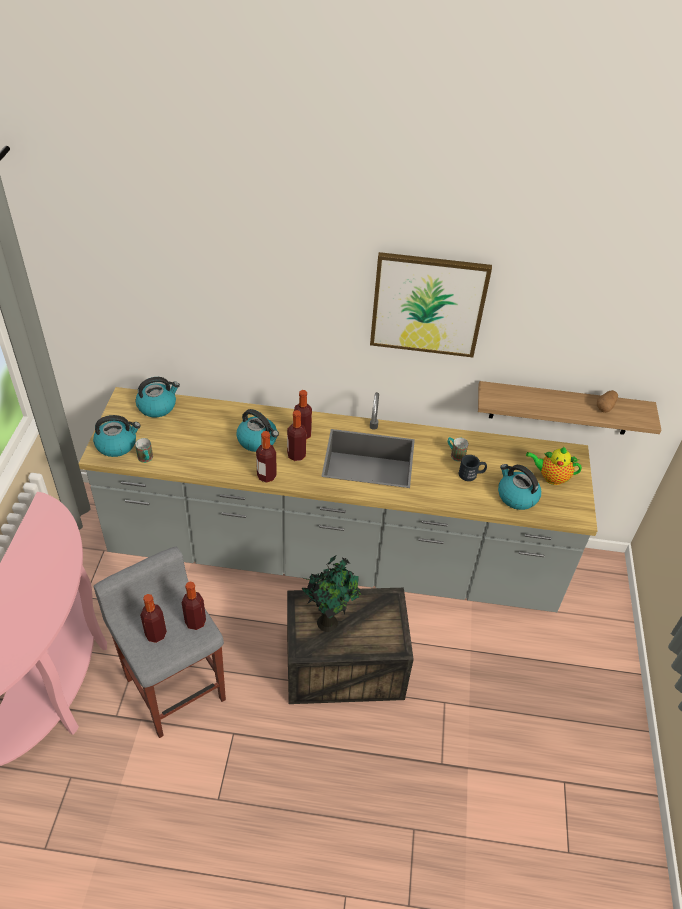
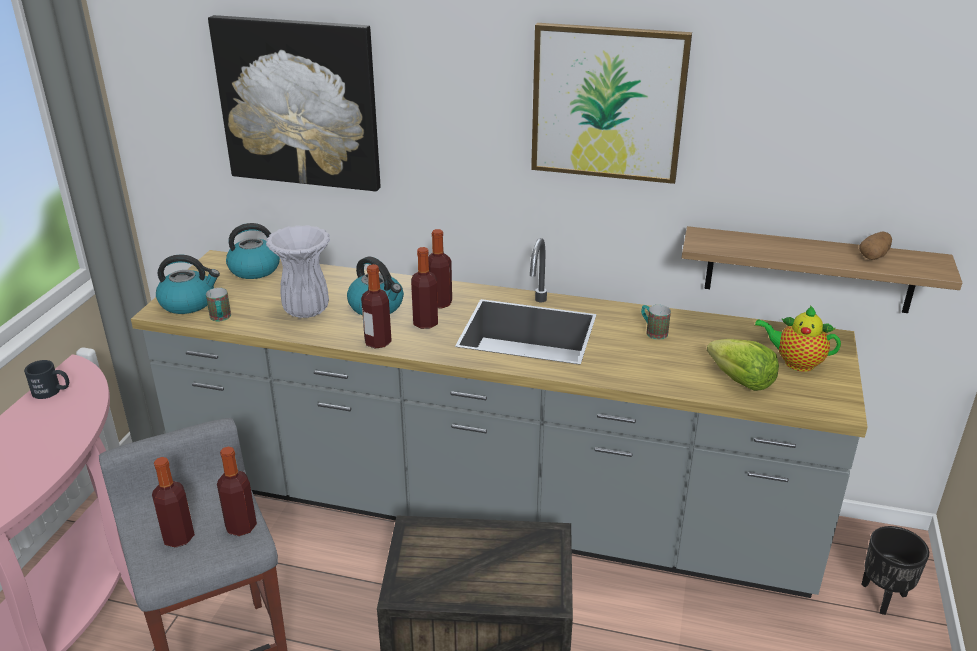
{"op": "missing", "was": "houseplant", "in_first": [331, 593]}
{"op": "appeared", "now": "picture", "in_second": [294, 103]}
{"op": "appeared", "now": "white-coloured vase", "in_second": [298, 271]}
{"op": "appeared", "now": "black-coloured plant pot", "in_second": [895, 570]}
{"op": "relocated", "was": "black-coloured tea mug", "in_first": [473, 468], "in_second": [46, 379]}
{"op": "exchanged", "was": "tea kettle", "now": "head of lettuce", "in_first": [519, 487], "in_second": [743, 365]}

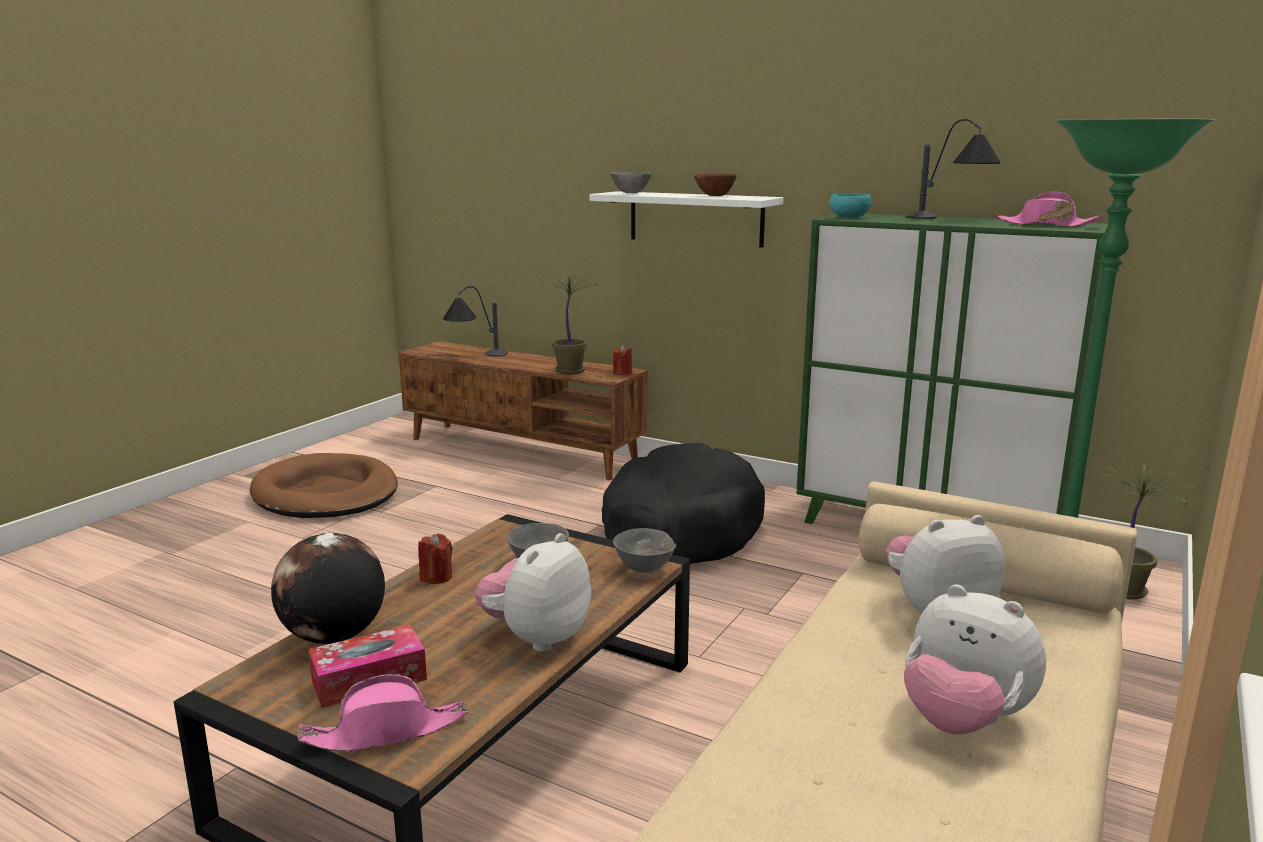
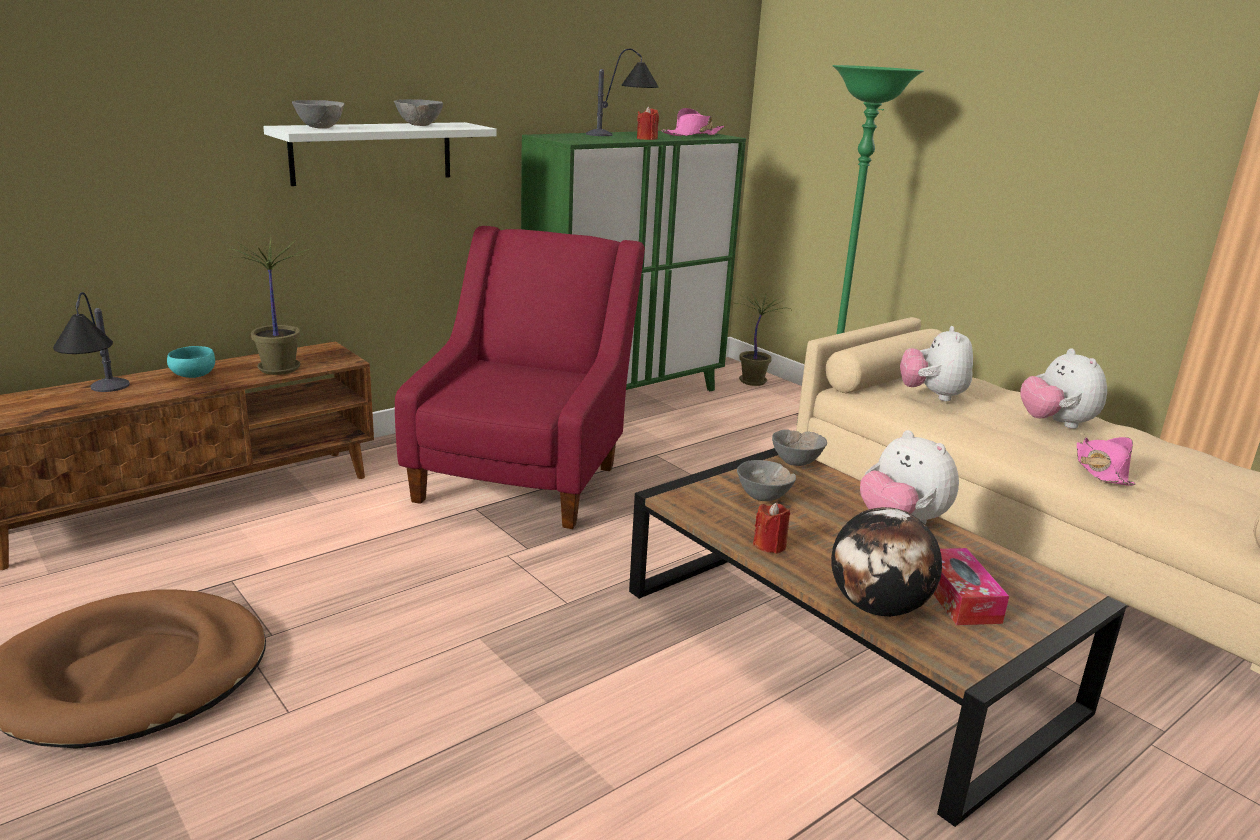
{"op": "relocated", "was": "pink-coloured wearable hat", "in_first": [382, 713], "in_second": [1106, 461]}
{"op": "relocated", "was": "red-coloured candle", "in_first": [622, 360], "in_second": [648, 123]}
{"op": "relocated", "was": "turquoise-coloured serving bowl", "in_first": [850, 205], "in_second": [191, 362]}
{"op": "exchanged", "was": "black-coloured pet bed", "now": "red-coloured easy chair", "in_first": [683, 503], "in_second": [520, 377]}
{"op": "colour", "was": "brownish serving bowl", "now": "greyish serving bowl", "in_first": [715, 185], "in_second": [418, 112]}
{"op": "spun", "was": "plush toy", "in_first": [975, 659], "in_second": [1063, 388], "clockwise": 105}

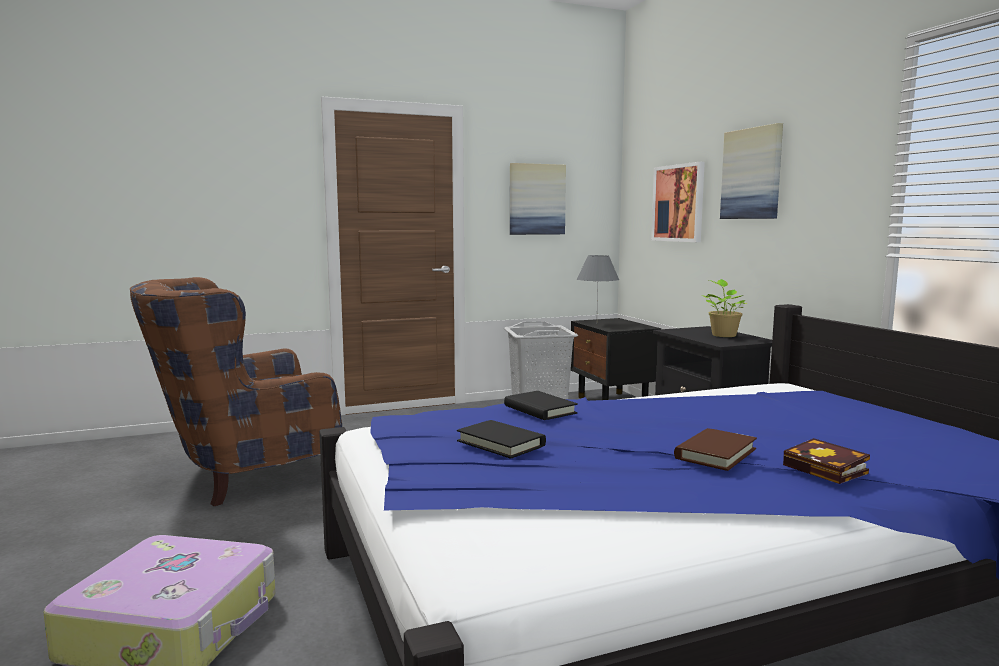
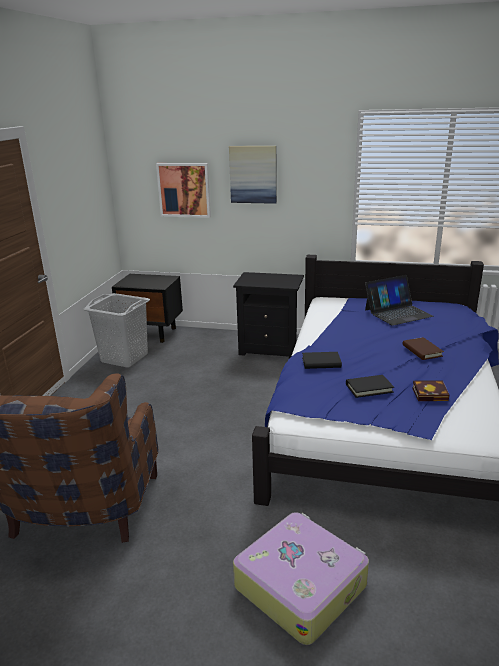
{"op": "missing", "was": "picture", "in_first": [538, 199]}
{"op": "missing", "was": "greyish table lamp", "in_first": [598, 281]}
{"op": "missing", "was": "houseplant", "in_first": [724, 308]}
{"op": "appeared", "now": "laptop", "in_second": [399, 300]}
{"op": "relocated", "was": "book", "in_first": [826, 461], "in_second": [430, 390]}

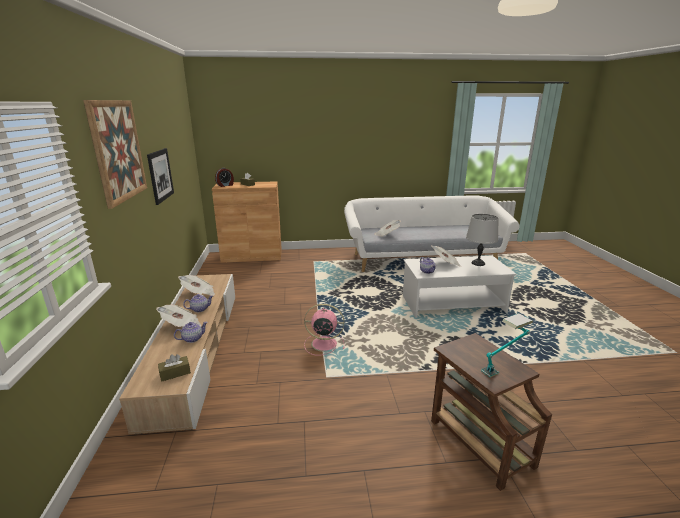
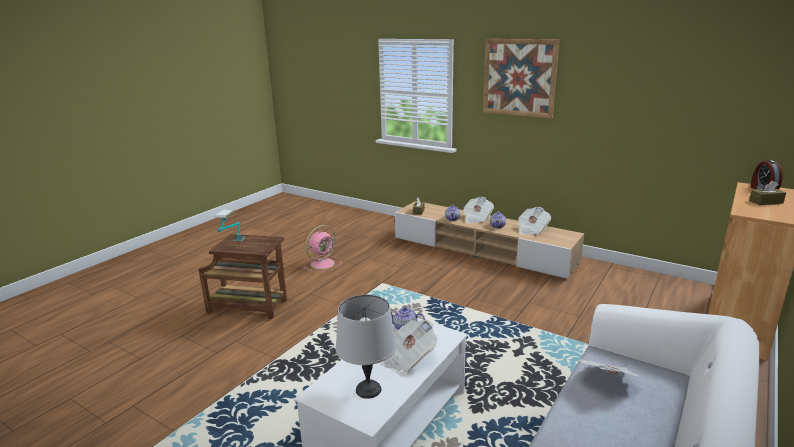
{"op": "missing", "was": "picture", "in_first": [160, 176]}
{"op": "relocated", "was": "pink-coloured cooling fan", "in_first": [324, 329], "in_second": [322, 248]}

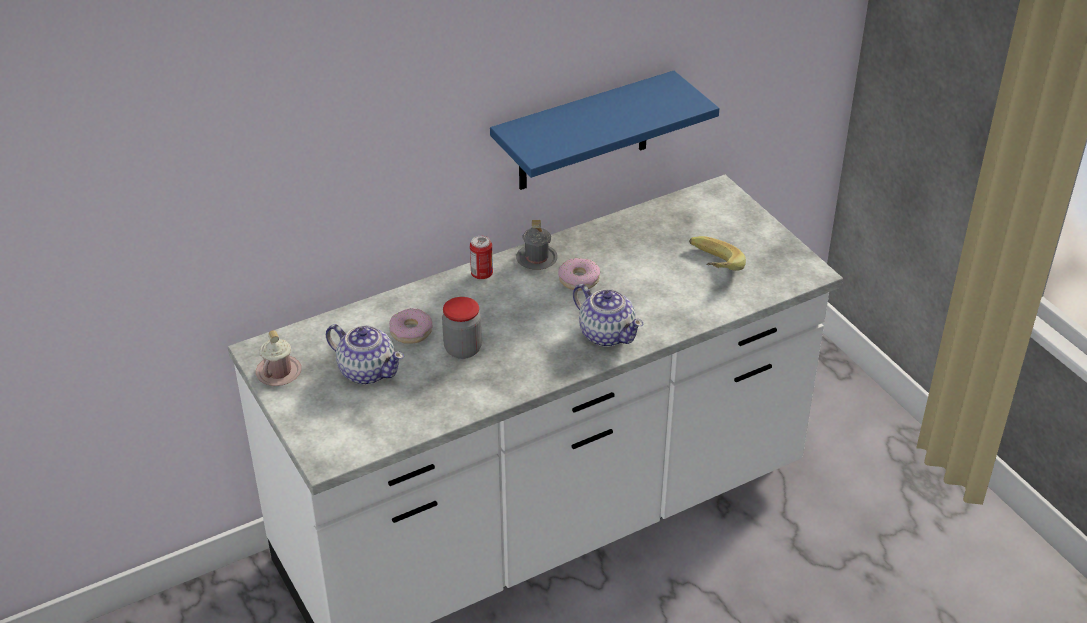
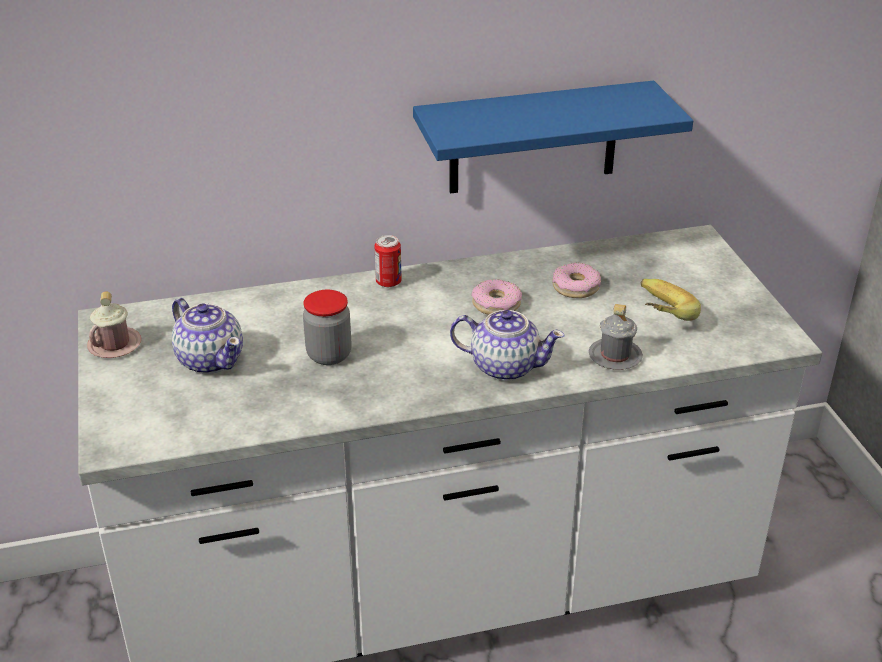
{"op": "relocated", "was": "donut", "in_first": [410, 326], "in_second": [577, 280]}
{"op": "relocated", "was": "greyish tea mug", "in_first": [537, 245], "in_second": [616, 337]}
{"op": "spun", "was": "teapot", "in_first": [608, 315], "in_second": [507, 345], "clockwise": -45}

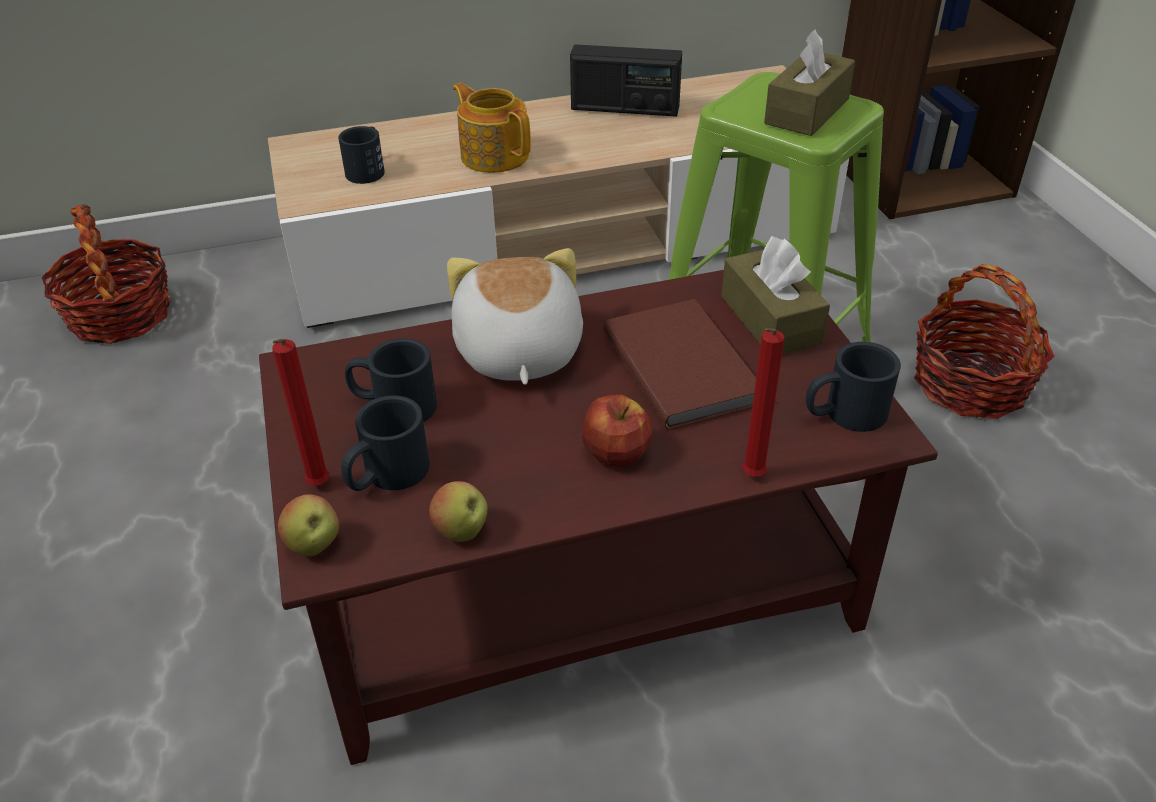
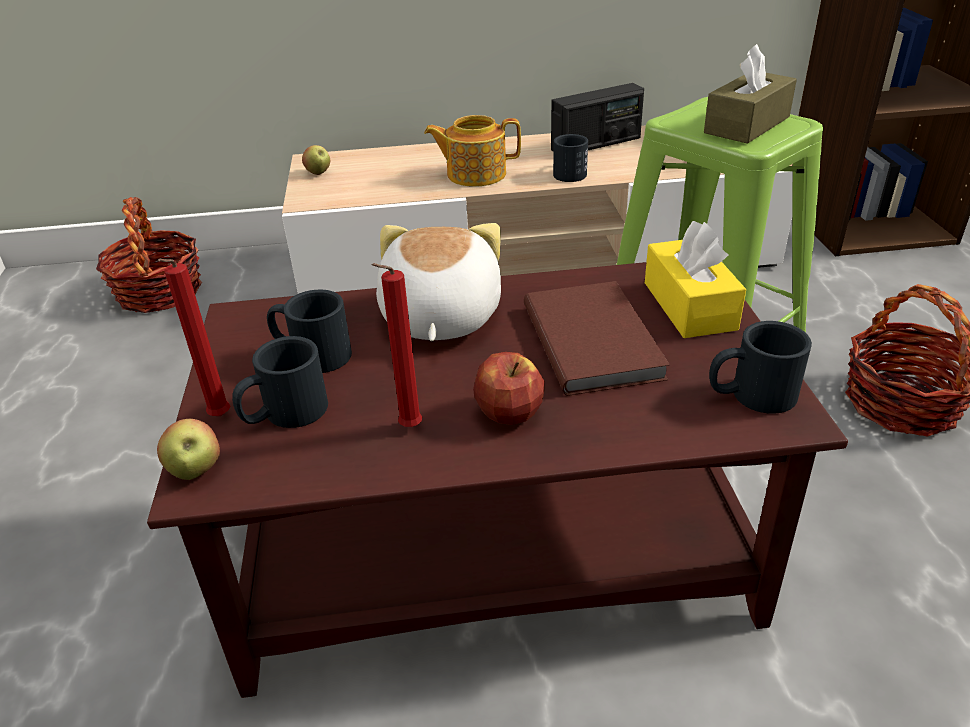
{"op": "relocated", "was": "black-coloured tea mug", "in_first": [361, 155], "in_second": [570, 158]}
{"op": "relocated", "was": "apple fruit", "in_first": [458, 511], "in_second": [316, 160]}
{"op": "relocated", "was": "red-coloured candle", "in_first": [763, 402], "in_second": [397, 345]}
{"op": "colour", "was": "brownish box of tissues", "now": "yellow box of tissues", "in_first": [775, 295], "in_second": [695, 279]}
{"op": "spun", "was": "teapot", "in_first": [492, 128], "in_second": [472, 151], "clockwise": -60}
{"op": "spun", "was": "radio set", "in_first": [626, 80], "in_second": [597, 117], "clockwise": -45}

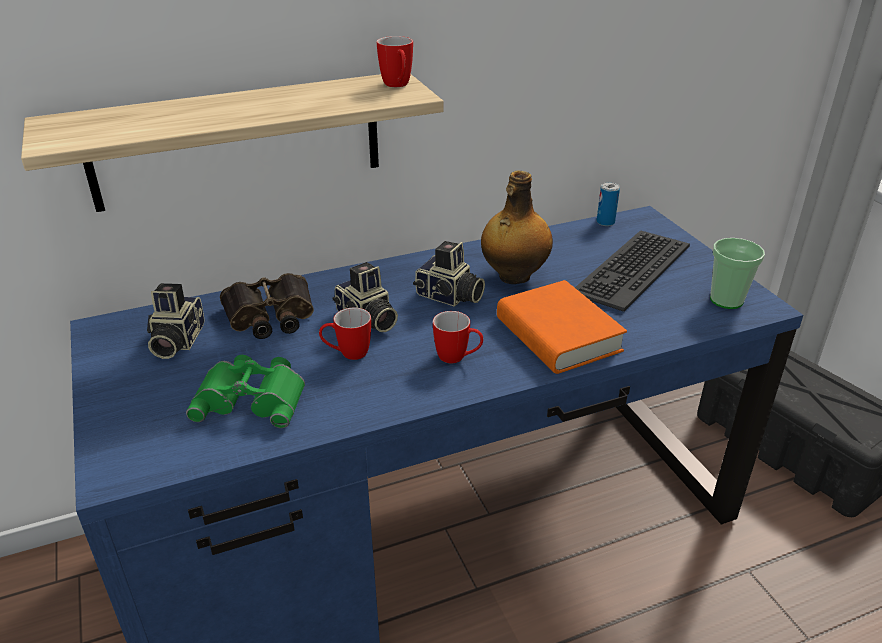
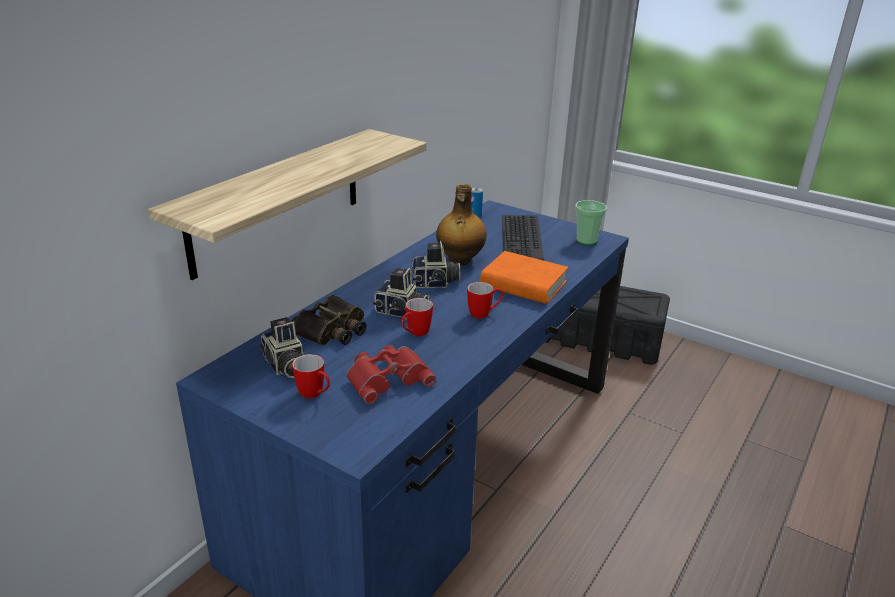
{"op": "relocated", "was": "tea mug", "in_first": [395, 61], "in_second": [311, 376]}
{"op": "colour", "was": "greenish binoculars", "now": "red-coloured binoculars", "in_first": [245, 391], "in_second": [391, 374]}

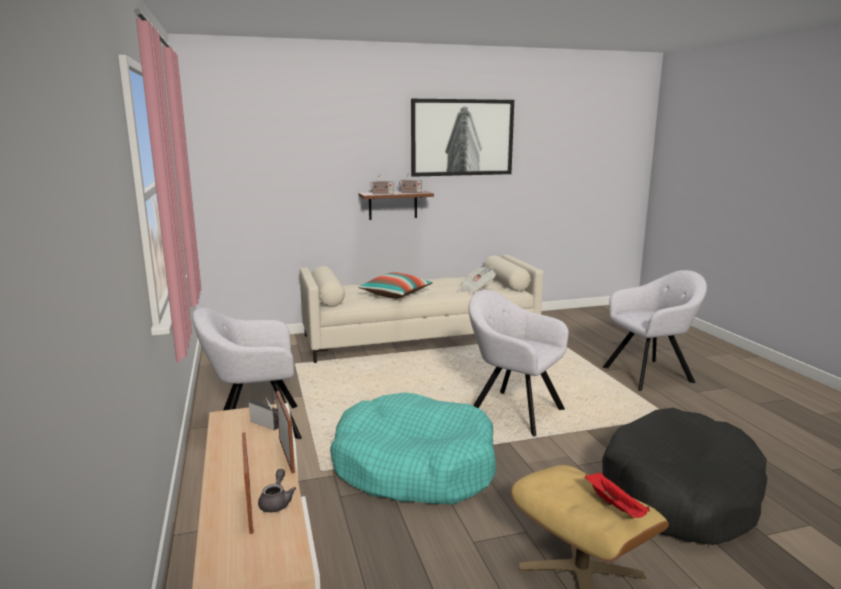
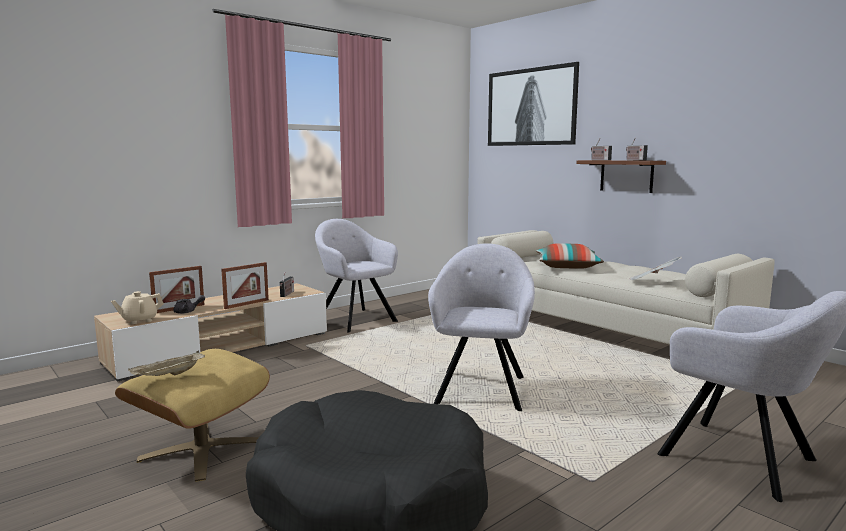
{"op": "missing", "was": "turquoise-coloured pet bed", "in_first": [413, 448]}
{"op": "appeared", "now": "beige-coloured teapot", "in_second": [137, 307]}
{"op": "relocated", "was": "picture", "in_first": [462, 138], "in_second": [533, 104]}
{"op": "colour", "was": "red-coloured carrying tray", "now": "beige-coloured carrying tray", "in_first": [617, 495], "in_second": [166, 363]}

